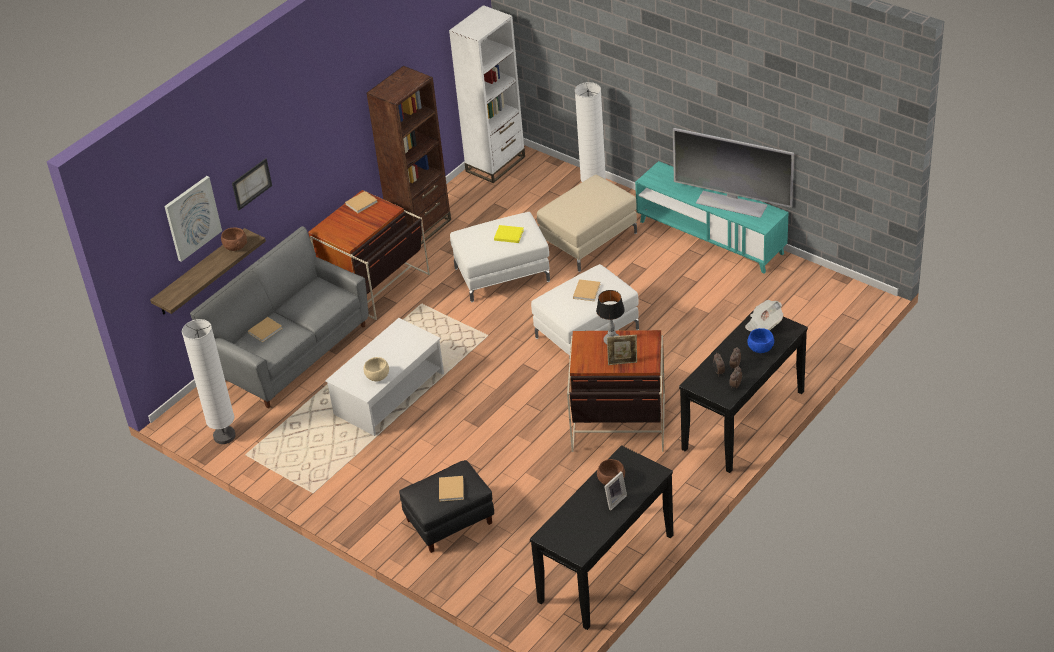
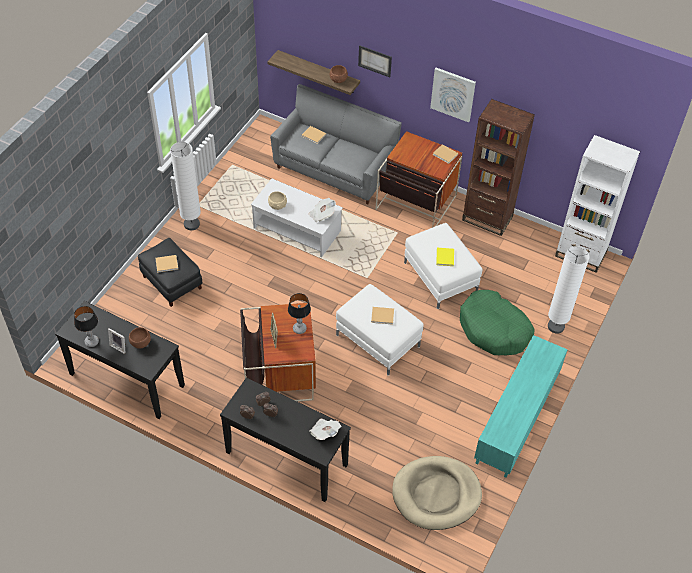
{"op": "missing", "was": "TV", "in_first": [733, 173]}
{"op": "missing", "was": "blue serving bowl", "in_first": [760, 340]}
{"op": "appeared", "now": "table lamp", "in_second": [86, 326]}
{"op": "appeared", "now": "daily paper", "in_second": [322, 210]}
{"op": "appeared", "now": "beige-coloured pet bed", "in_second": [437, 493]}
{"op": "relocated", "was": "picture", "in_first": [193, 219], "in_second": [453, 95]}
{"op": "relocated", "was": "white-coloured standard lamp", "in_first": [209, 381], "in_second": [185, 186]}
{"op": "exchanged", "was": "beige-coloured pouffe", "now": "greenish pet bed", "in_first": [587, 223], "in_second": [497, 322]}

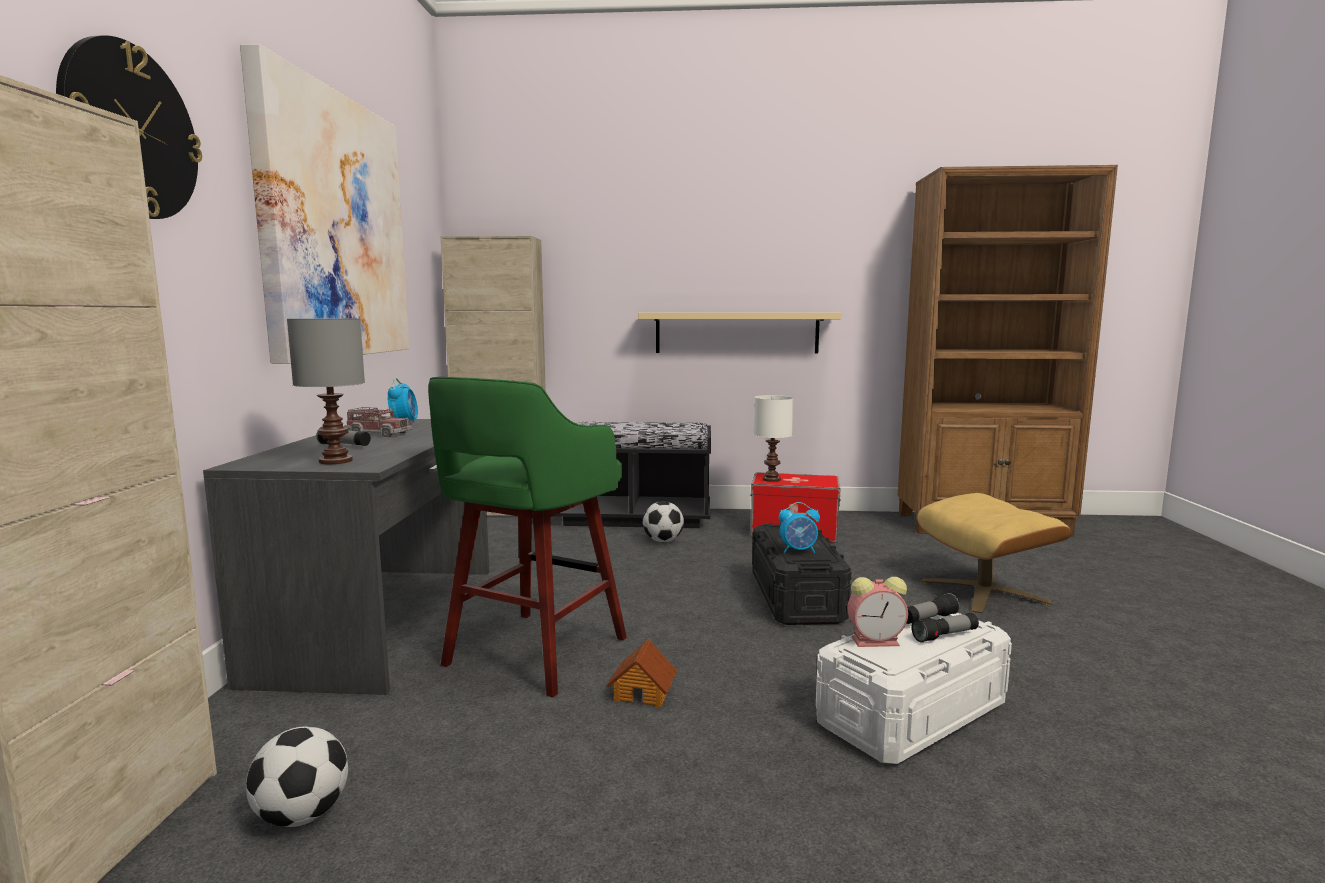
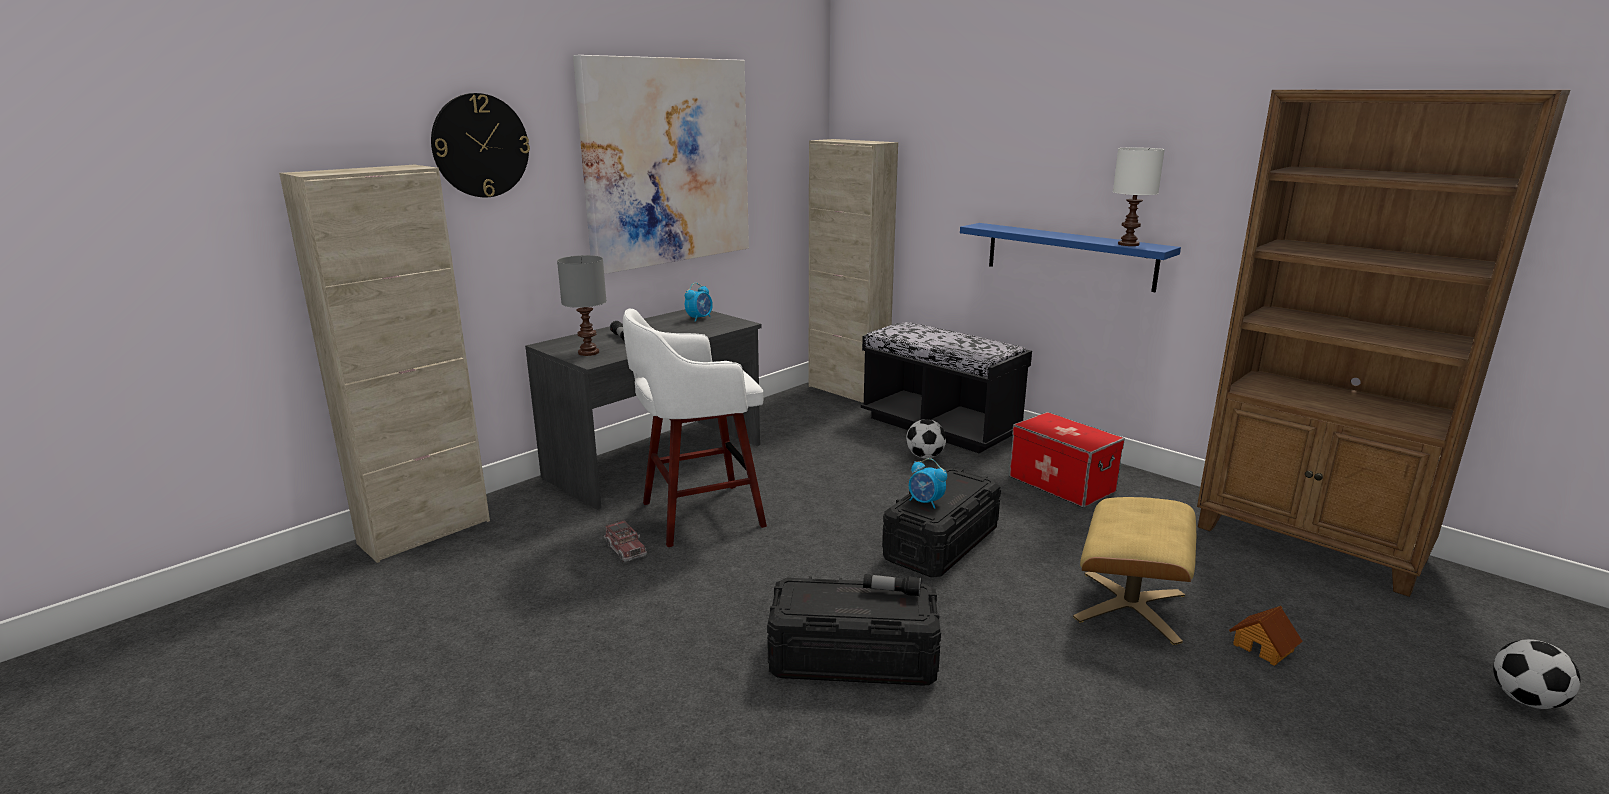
{"op": "missing", "was": "bedside clock", "in_first": [877, 612]}
{"op": "missing", "was": "torch", "in_first": [945, 628]}
{"op": "relocated", "was": "football", "in_first": [297, 777], "in_second": [1536, 674]}
{"op": "relocated", "was": "toy truck", "in_first": [378, 422], "in_second": [625, 540]}
{"op": "relocated", "was": "miniature house", "in_first": [641, 673], "in_second": [1266, 636]}
{"op": "relocated", "was": "white-coloured table lamp", "in_first": [774, 438], "in_second": [1139, 196]}
{"op": "colour", "was": "greenish stool", "now": "white-coloured stool", "in_first": [527, 537], "in_second": [695, 427]}
{"op": "colour", "was": "beige-coloured bracket shelf", "now": "blue bracket shelf", "in_first": [739, 333], "in_second": [1070, 257]}
{"op": "colour", "was": "white-coloured storage container", "now": "black-coloured storage container", "in_first": [914, 688], "in_second": [854, 631]}

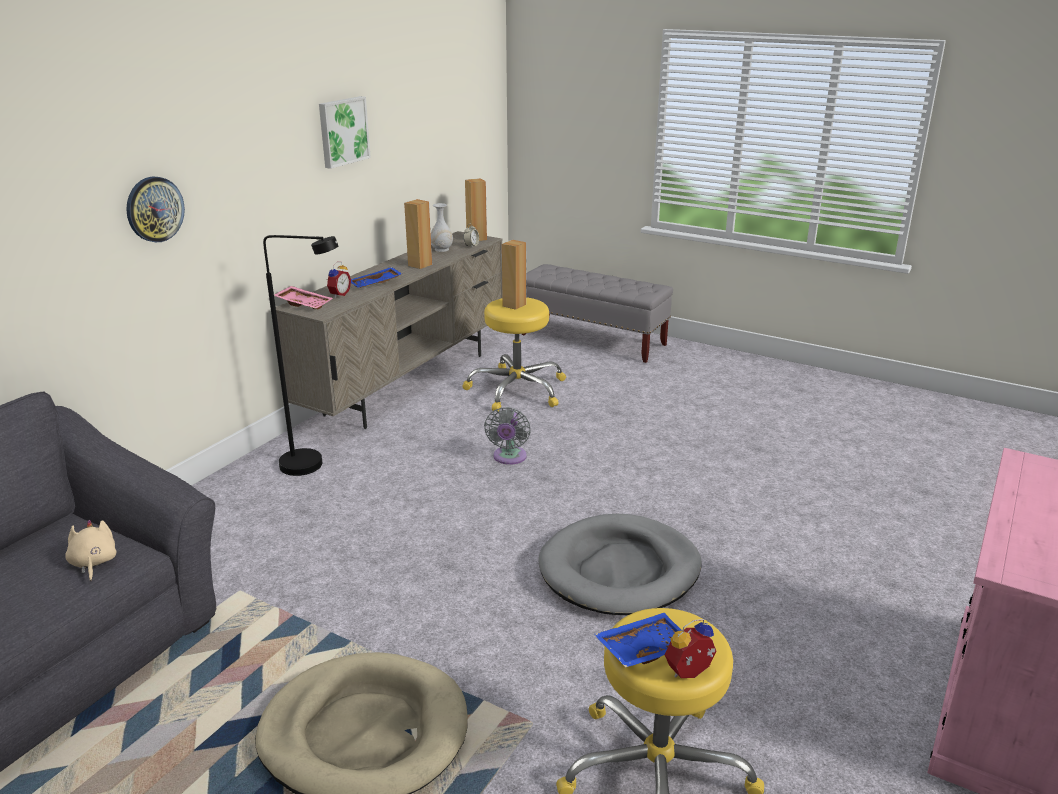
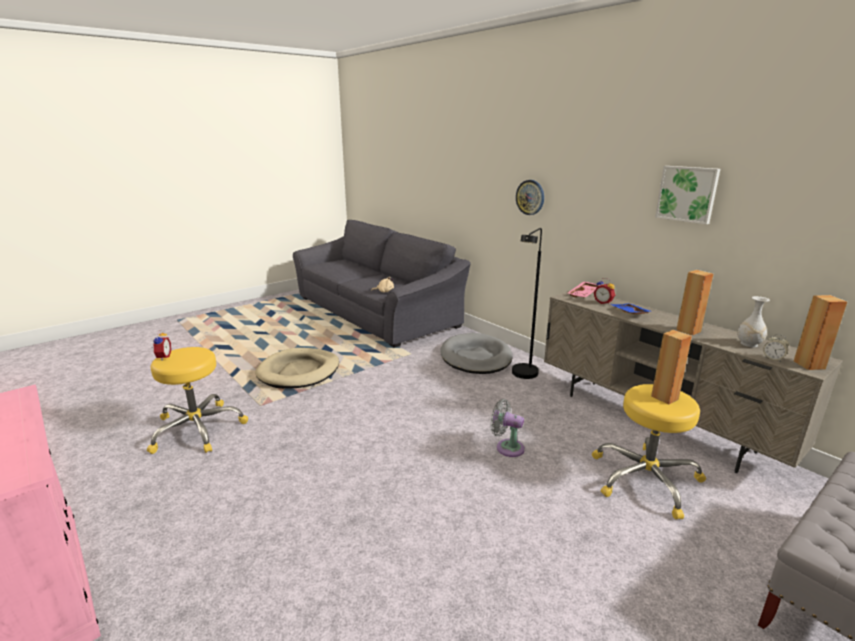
{"op": "missing", "was": "blue carrying tray", "in_first": [638, 640]}
{"op": "relocated", "was": "greyish pet bed", "in_first": [620, 564], "in_second": [476, 353]}

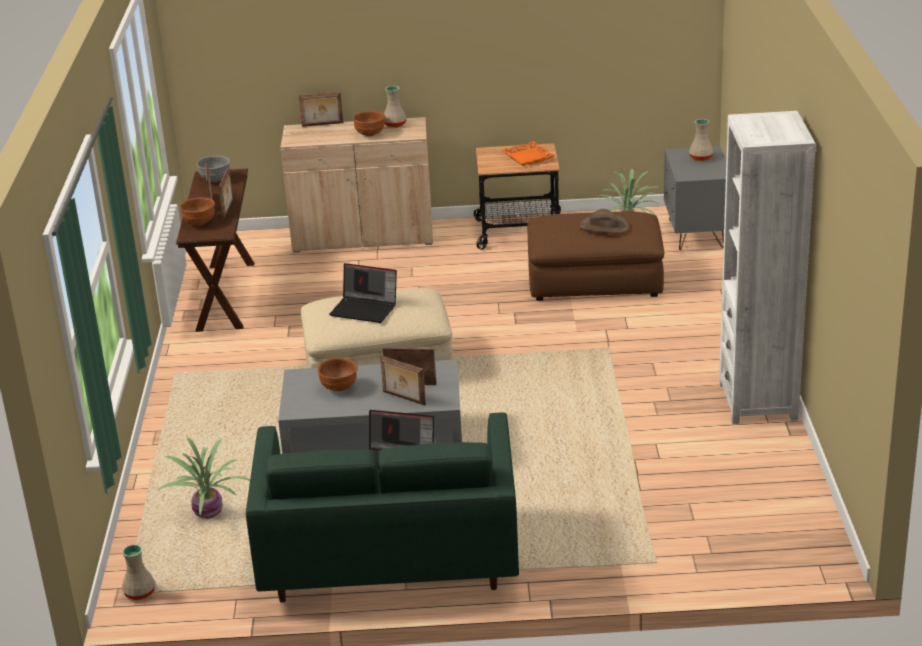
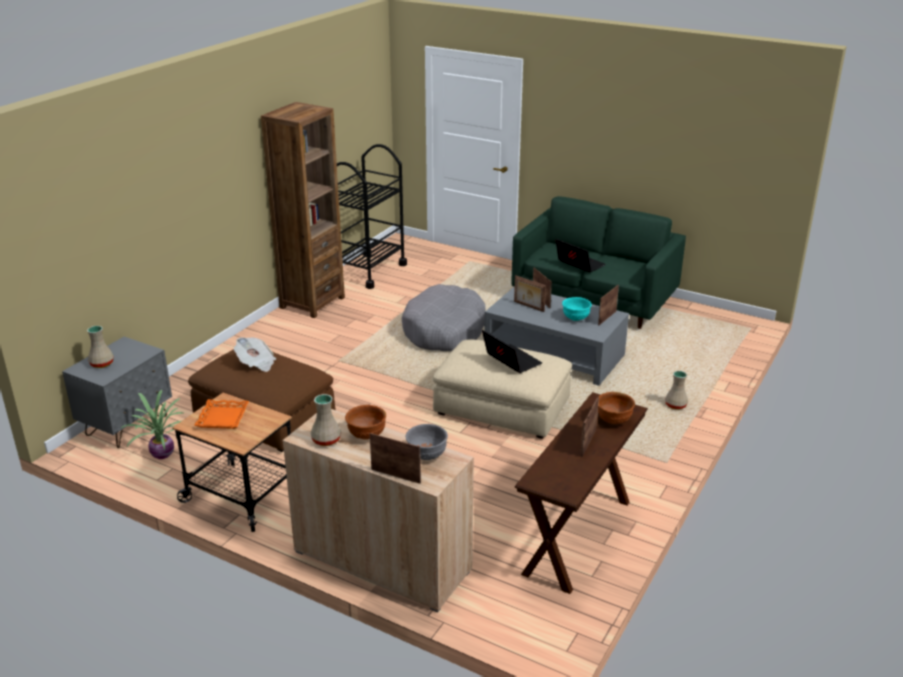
{"op": "missing", "was": "houseplant", "in_first": [203, 478]}
{"op": "appeared", "now": "black-coloured trolley", "in_second": [372, 216]}
{"op": "appeared", "now": "greyish pet bed", "in_second": [443, 317]}
{"op": "relocated", "was": "beige-coloured vase", "in_first": [138, 572], "in_second": [676, 390]}
{"op": "relocated", "was": "greyish serving bowl", "in_first": [213, 169], "in_second": [427, 442]}
{"op": "relocated", "was": "photo frame", "in_first": [225, 194], "in_second": [608, 305]}
{"op": "exchanged", "was": "brownish wearable hat", "now": "daily paper", "in_first": [604, 221], "in_second": [255, 354]}
{"op": "colour", "was": "brownish serving bowl", "now": "turquoise-coloured serving bowl", "in_first": [337, 374], "in_second": [577, 309]}
{"op": "colour", "was": "white-coloured bookshelf", "now": "brownish bookshelf", "in_first": [767, 267], "in_second": [303, 210]}

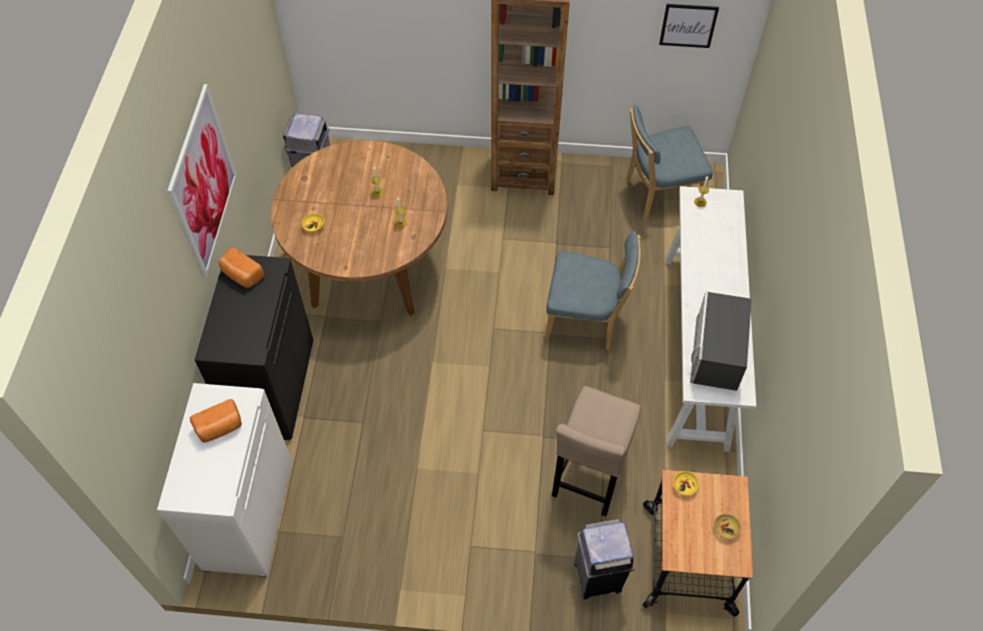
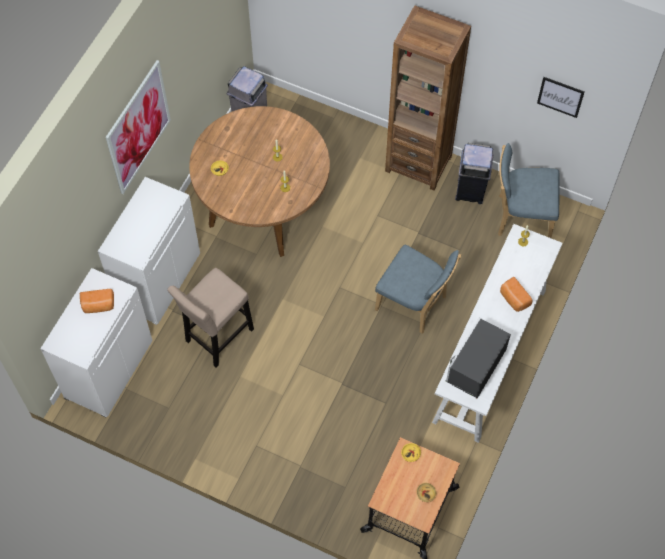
{"op": "relocated", "was": "bakery bread", "in_first": [241, 267], "in_second": [516, 294]}
{"op": "relocated", "was": "beige-coloured stool", "in_first": [596, 451], "in_second": [210, 318]}
{"op": "relocated", "was": "greyish trash can", "in_first": [604, 559], "in_second": [474, 173]}
{"op": "colour", "was": "black-coloured storage cabinet", "now": "white-coloured storage cabinet", "in_first": [254, 347], "in_second": [149, 251]}

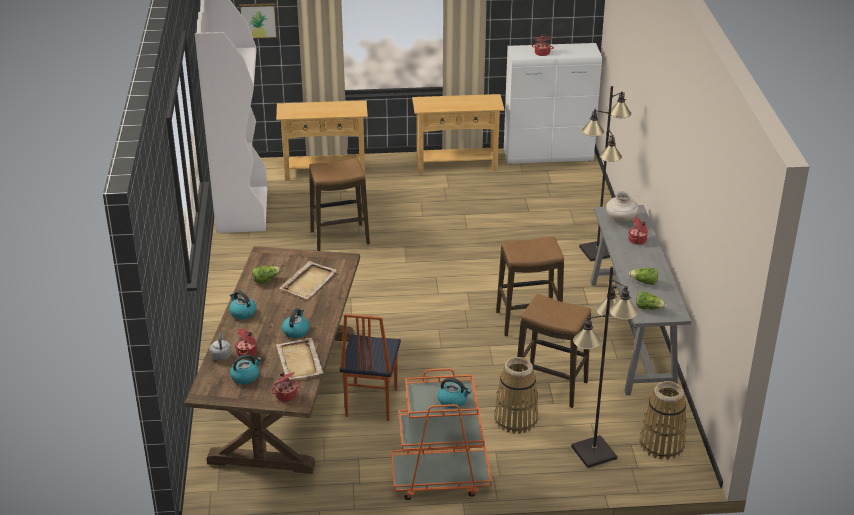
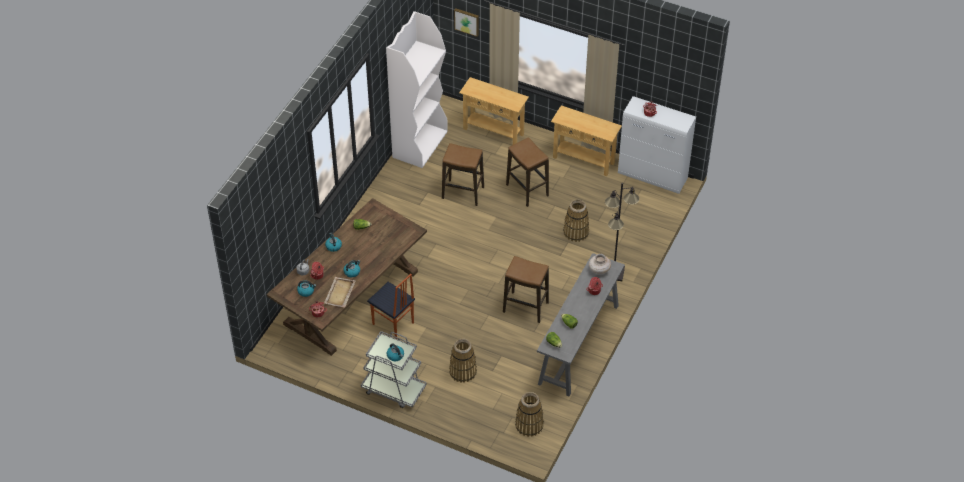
{"op": "missing", "was": "beige-coloured carrying tray", "in_first": [308, 280]}
{"op": "missing", "was": "black-coloured standard lamp", "in_first": [604, 367]}
{"op": "appeared", "now": "basket", "in_second": [576, 220]}
{"op": "relocated", "was": "stool", "in_first": [554, 351], "in_second": [527, 172]}
{"op": "colour", "was": "orangey trolley", "now": "greyish trolley", "in_first": [441, 434], "in_second": [394, 369]}
{"op": "spun", "was": "upright chair", "in_first": [370, 367], "in_second": [391, 306], "clockwise": -90}

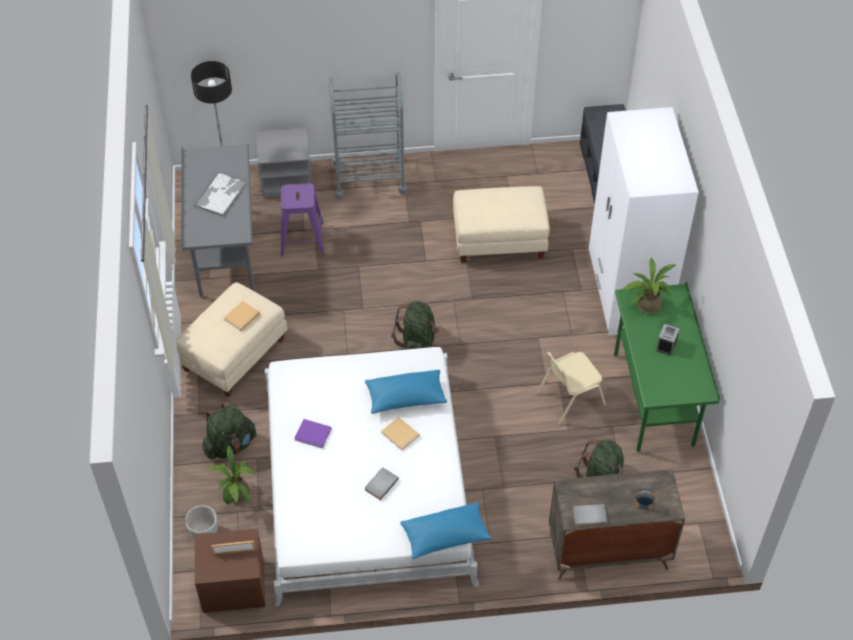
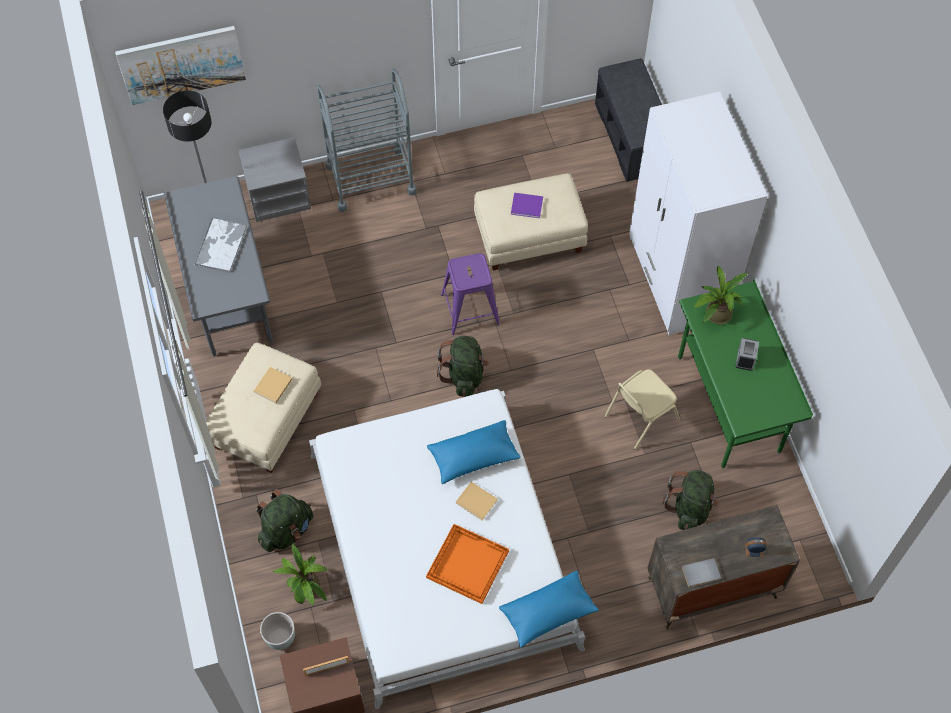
{"op": "appeared", "now": "picture", "in_second": [180, 65]}
{"op": "relocated", "was": "purple stool", "in_first": [302, 220], "in_second": [470, 294]}
{"op": "relocated", "was": "purple book", "in_first": [312, 433], "in_second": [527, 205]}
{"op": "exchanged", "was": "greyish book", "now": "orangey carrying tray", "in_first": [382, 484], "in_second": [467, 564]}

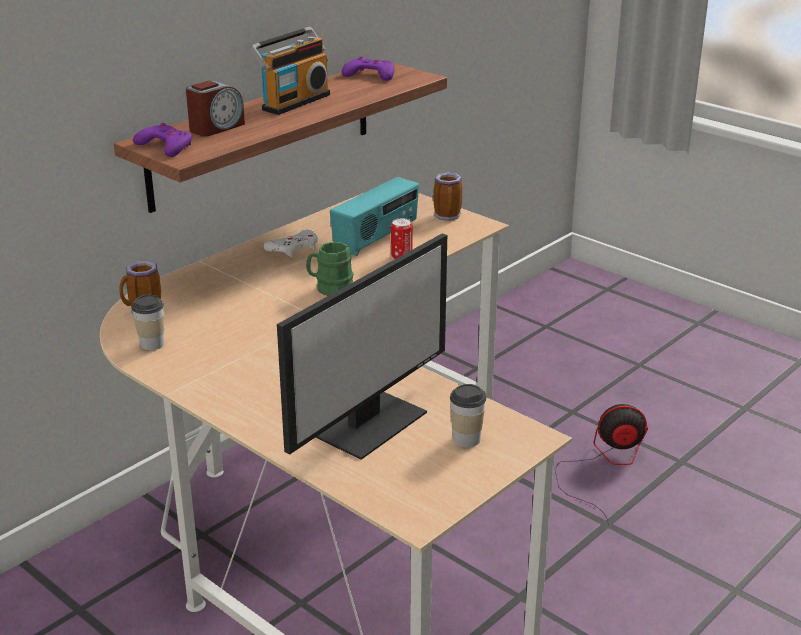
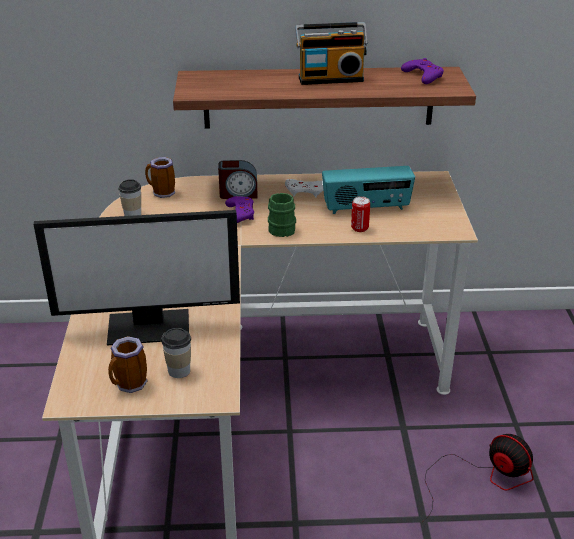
{"op": "relocated", "was": "purple game controller", "in_first": [162, 140], "in_second": [239, 209]}
{"op": "relocated", "was": "bedside clock", "in_first": [215, 108], "in_second": [238, 179]}
{"op": "relocated", "was": "tea mug", "in_first": [448, 197], "in_second": [128, 364]}

